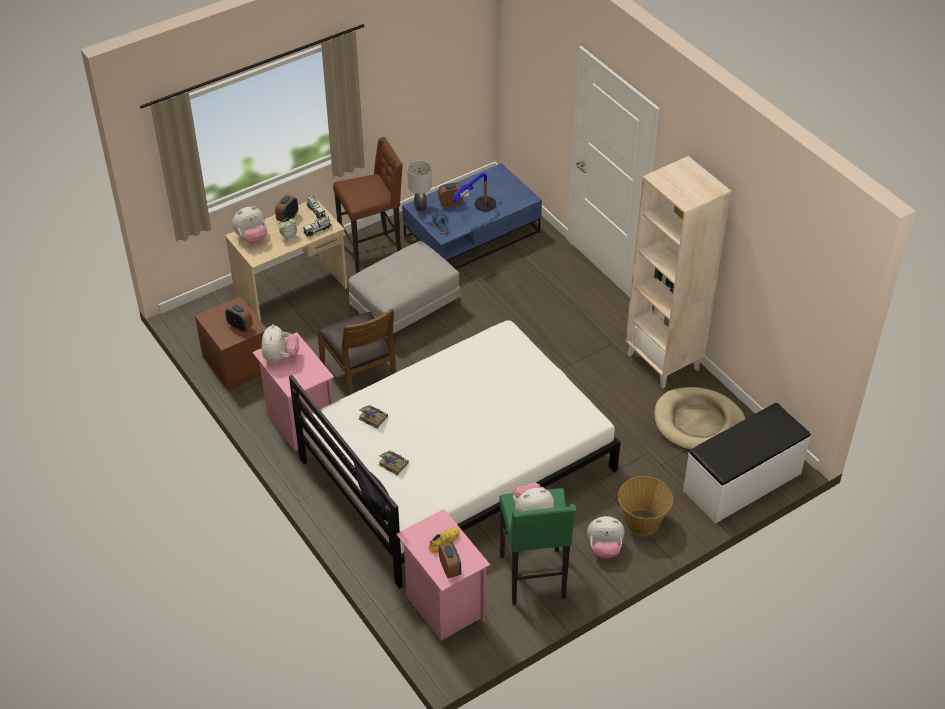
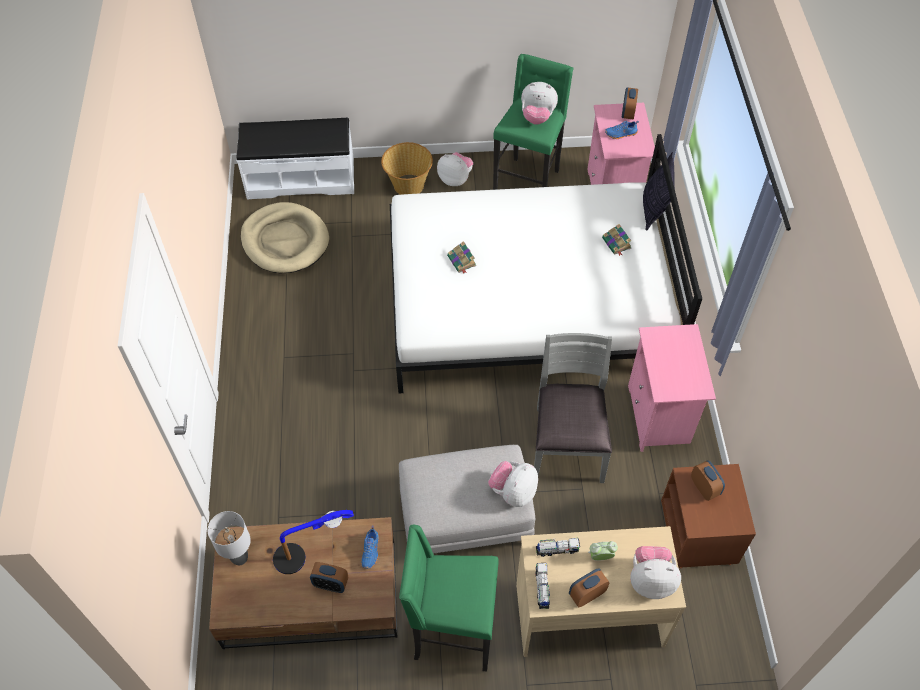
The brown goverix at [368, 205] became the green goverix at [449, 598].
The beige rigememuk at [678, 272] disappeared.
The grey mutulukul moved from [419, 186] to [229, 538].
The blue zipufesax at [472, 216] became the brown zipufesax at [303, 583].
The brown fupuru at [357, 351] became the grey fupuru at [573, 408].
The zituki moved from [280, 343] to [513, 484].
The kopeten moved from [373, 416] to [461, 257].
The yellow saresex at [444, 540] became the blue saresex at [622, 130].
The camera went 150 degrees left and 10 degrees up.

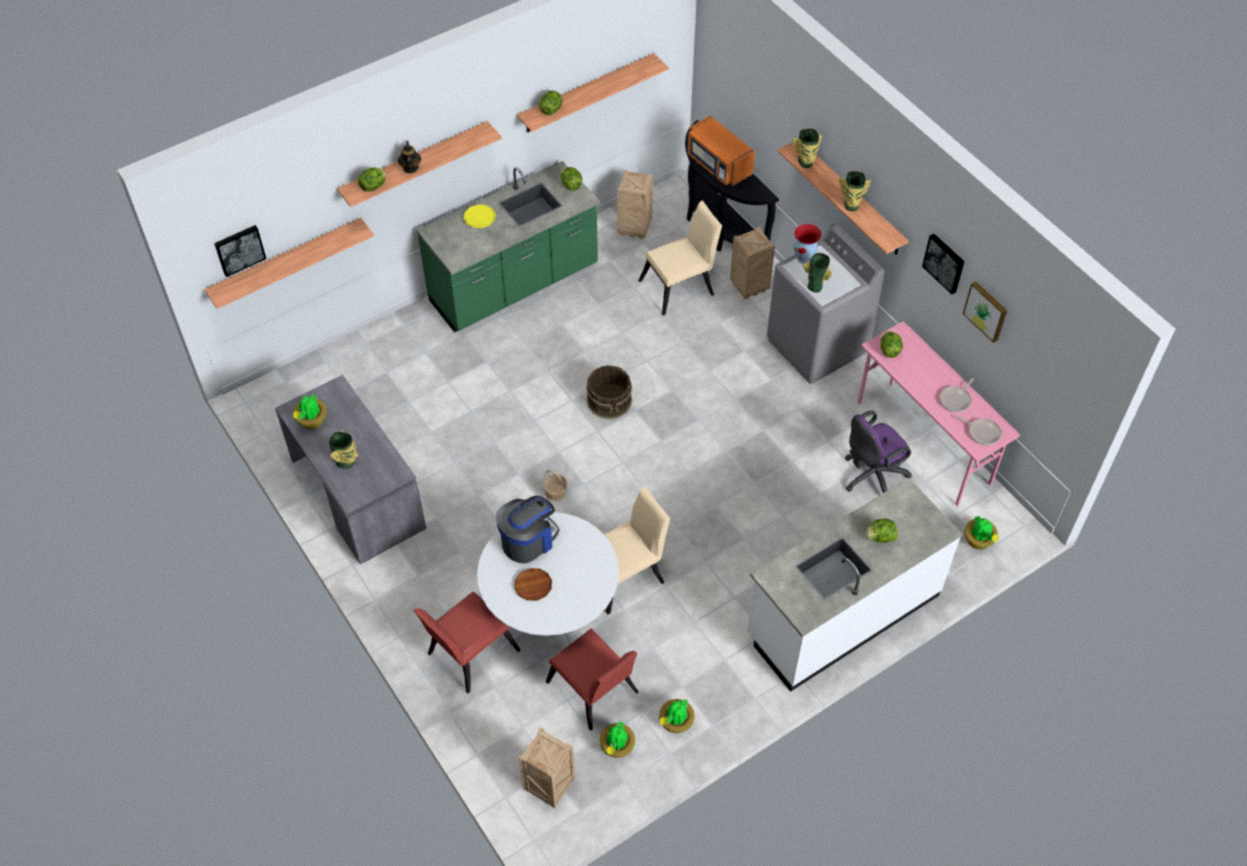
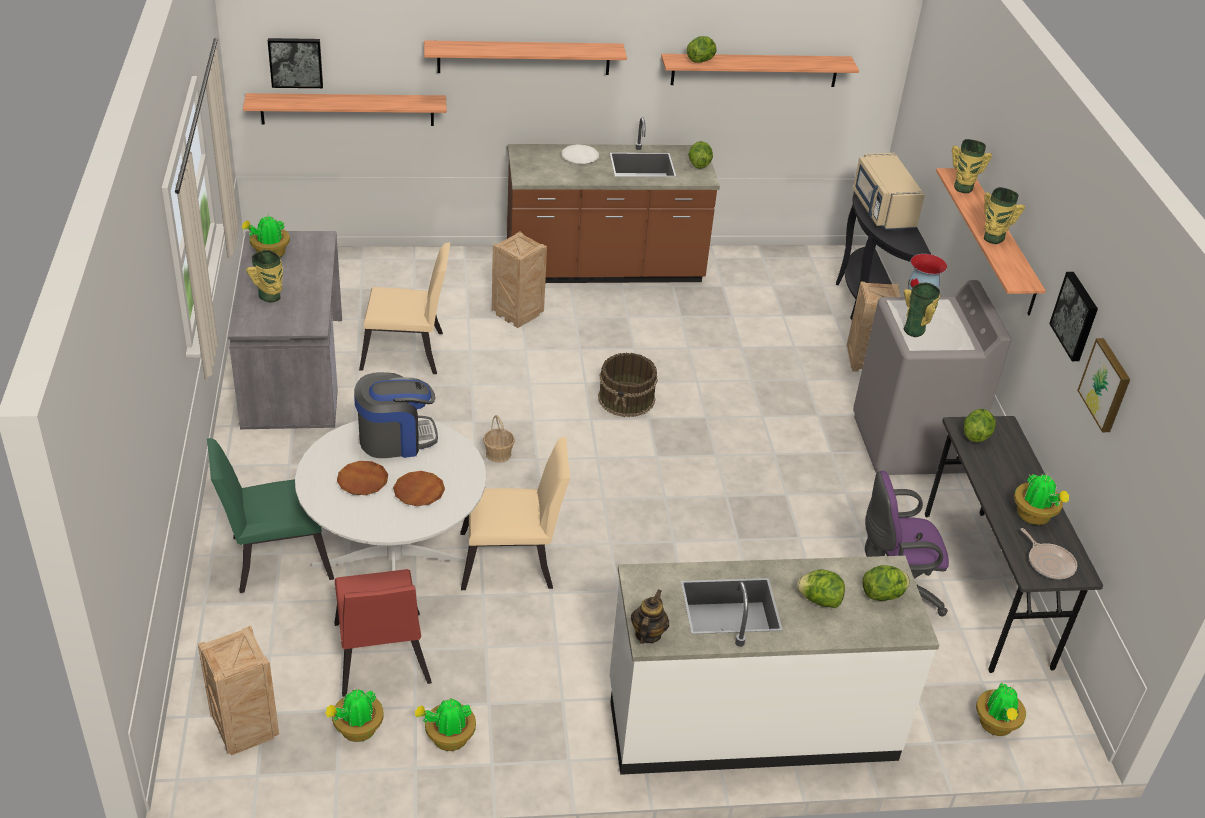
The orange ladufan at [721, 151] became the beige ladufan at [889, 191].
The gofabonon moved from [409, 157] to [650, 616].
The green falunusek at [508, 247] became the brown falunusek at [613, 200].
The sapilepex moved from [372, 180] to [885, 583].
The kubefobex moved from [635, 204] to [519, 279].
The beige fupuru moved from [680, 258] to [404, 308].
The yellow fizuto at [479, 216] became the white fizuto at [580, 154].
The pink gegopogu at [938, 413] became the grey gegopogu at [1014, 544].
The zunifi at [957, 395] was replaced by the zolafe at [1041, 499].
The red fupuru at [466, 642] became the green fupuru at [270, 515].
The brown fizuto at [419, 488] appeared.
The camera went 25 degrees right and 15 degrees down.

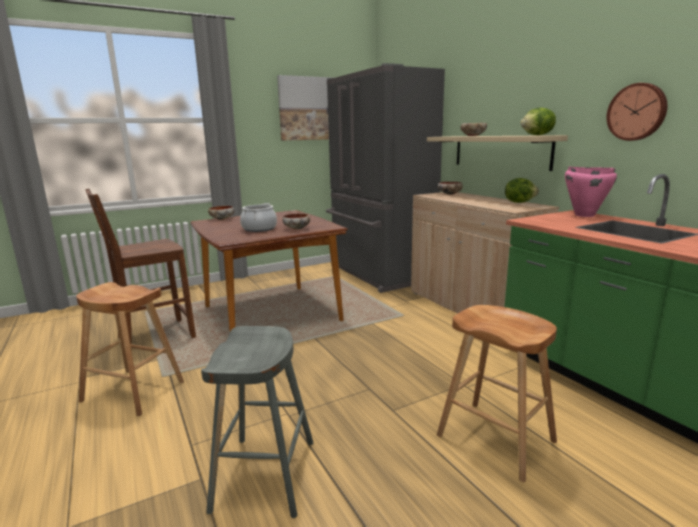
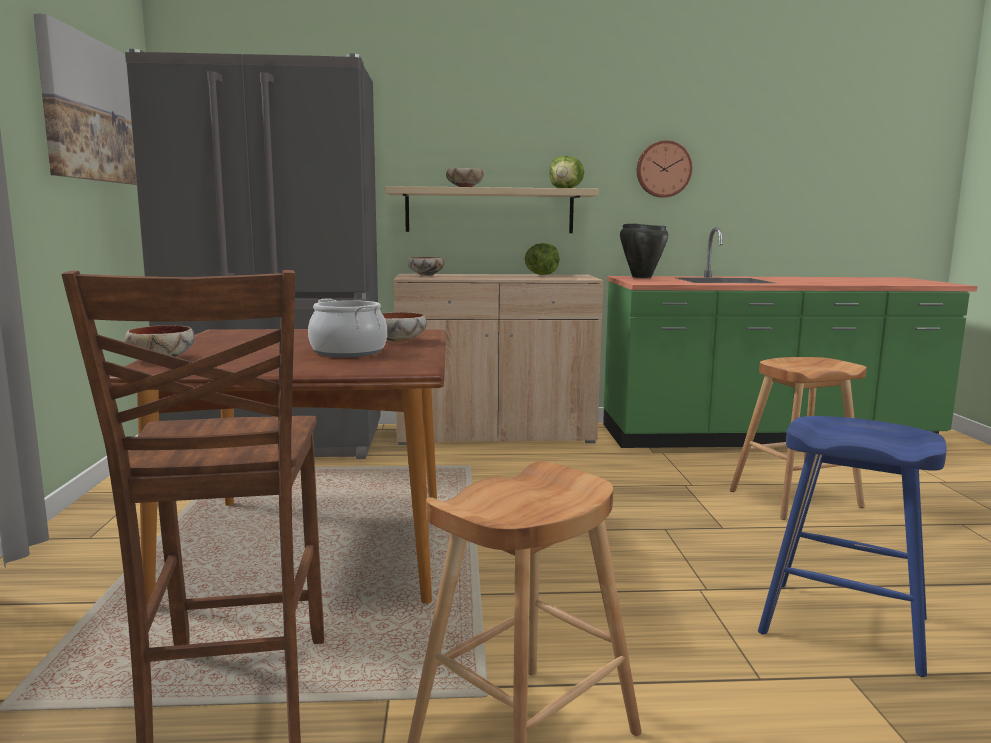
The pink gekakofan at [591, 192] became the black gekakofan at [644, 250].
The grey goverix at [257, 422] became the blue goverix at [852, 546].
The camera went 65 degrees left and 5 degrees down.

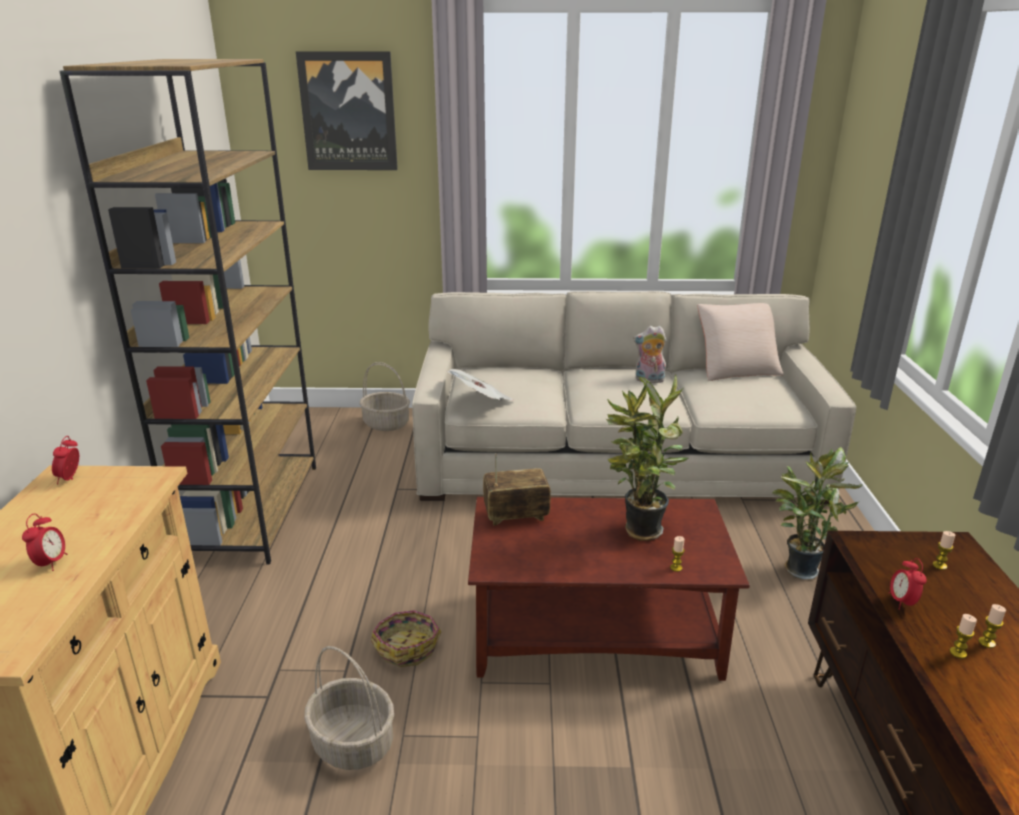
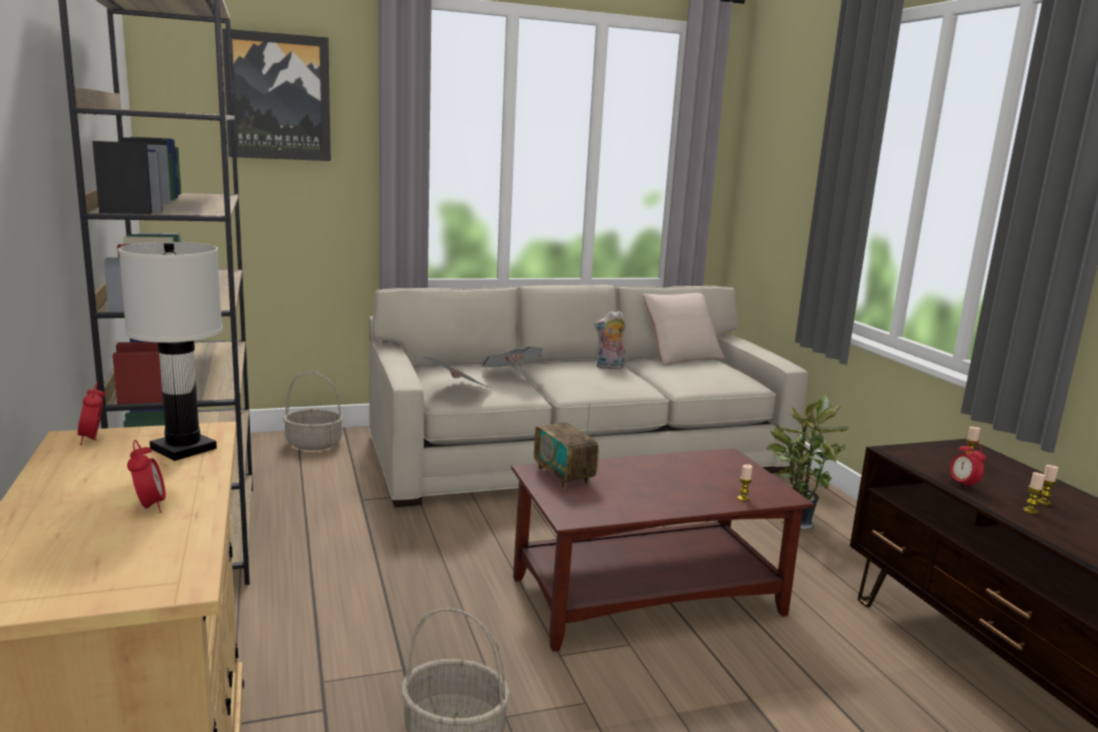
The zolafe at [647, 457] disappeared.
The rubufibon at [517, 489] turned 90 degrees counterclockwise.
The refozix at [406, 638] disappeared.
The white mutulukul at [170, 351] appeared.
The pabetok at [512, 357] appeared.
The camera went 20 degrees left and 10 degrees down.

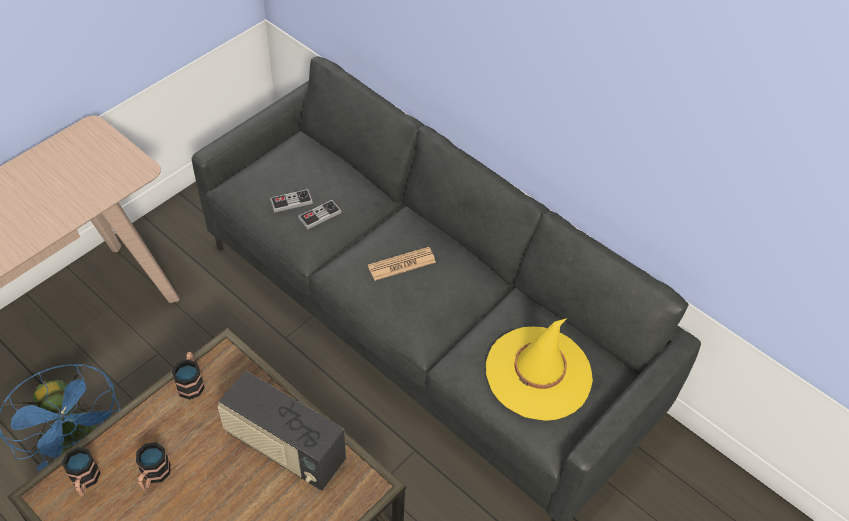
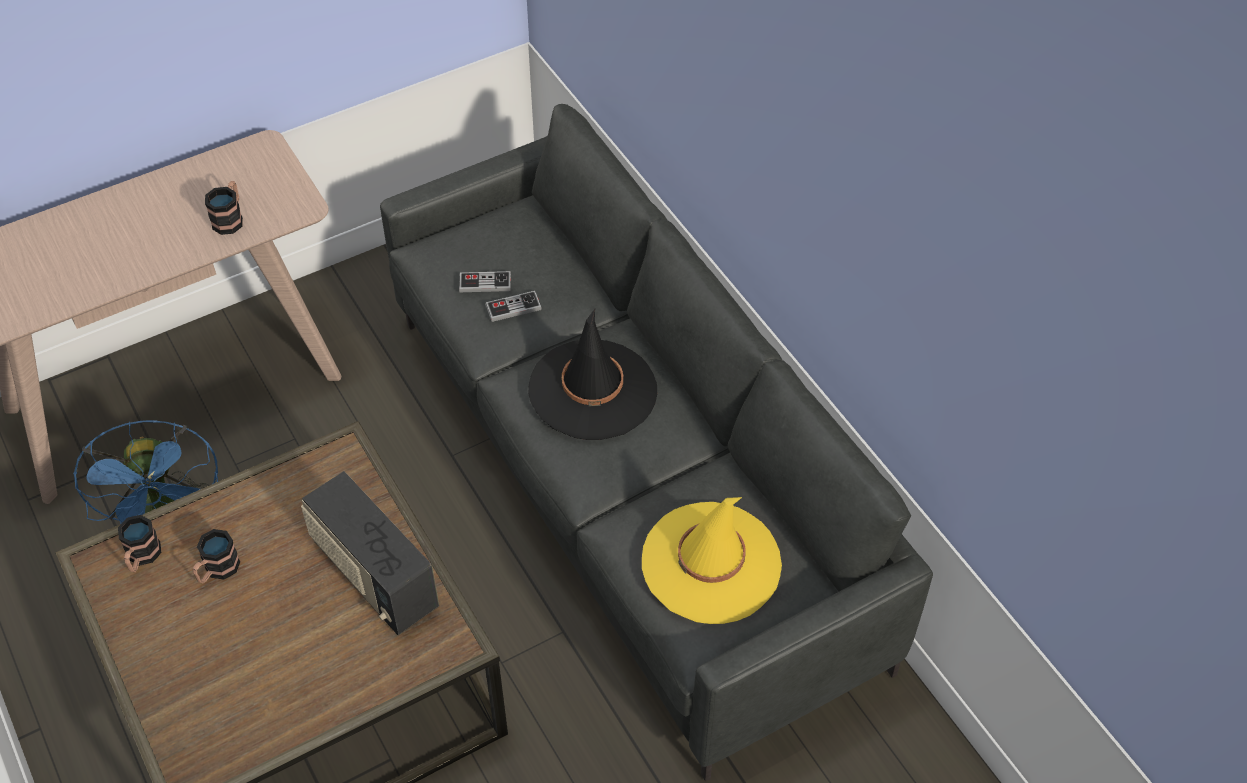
The pabetok at [402, 264] was replaced by the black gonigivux at [592, 374].
The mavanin moved from [188, 376] to [224, 208].
The camera went 20 degrees right and 0 degrees up.

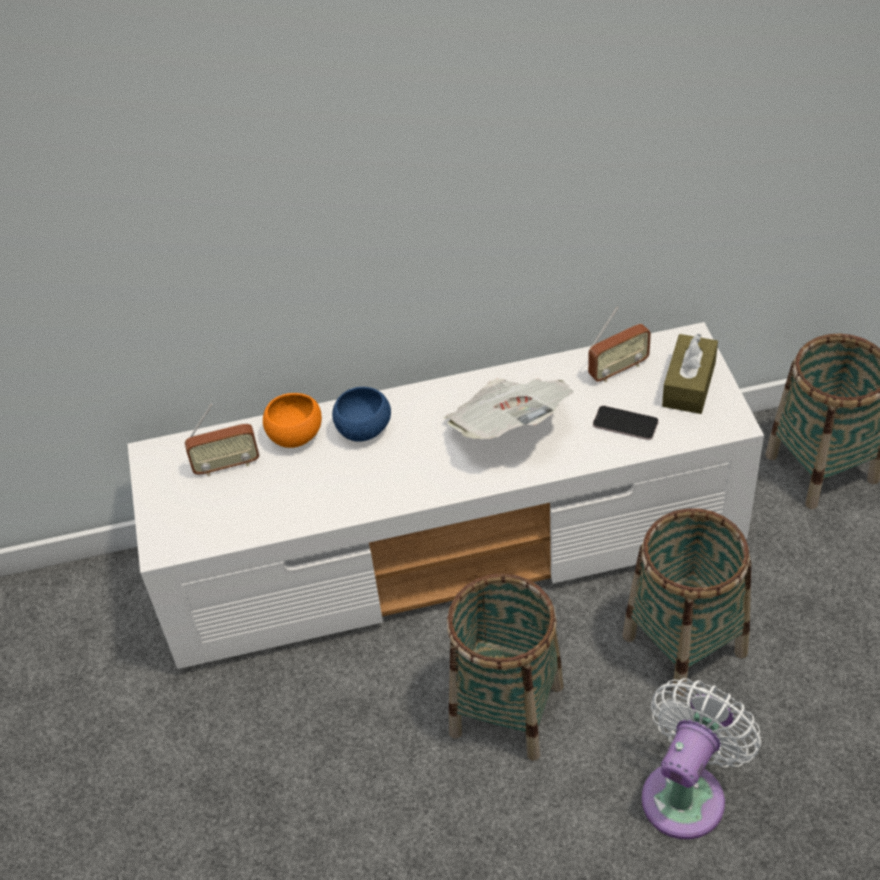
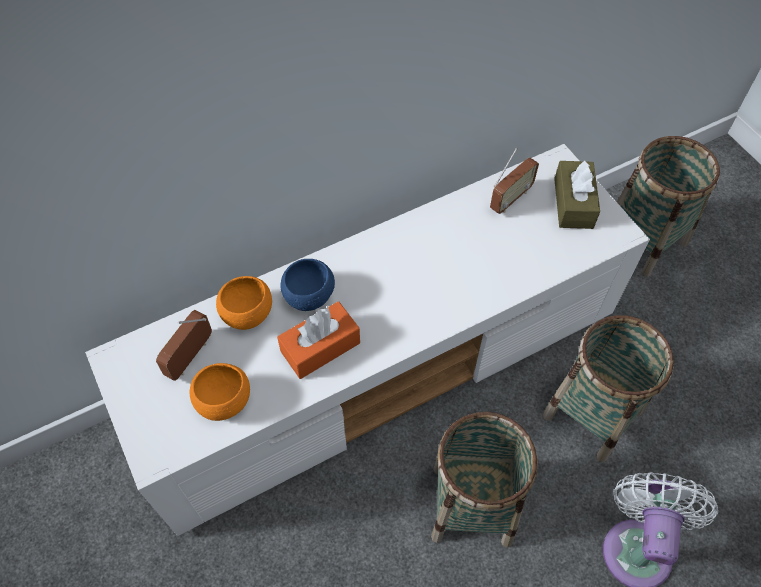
The pabetok at [509, 408] disappeared.
The rubufibon at [222, 439] turned 150 degrees clockwise.
The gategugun at [626, 422] disappeared.
The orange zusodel at [318, 340] appeared.
The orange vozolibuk at [220, 392] appeared.
The camera went 20 degrees left and 10 degrees up.

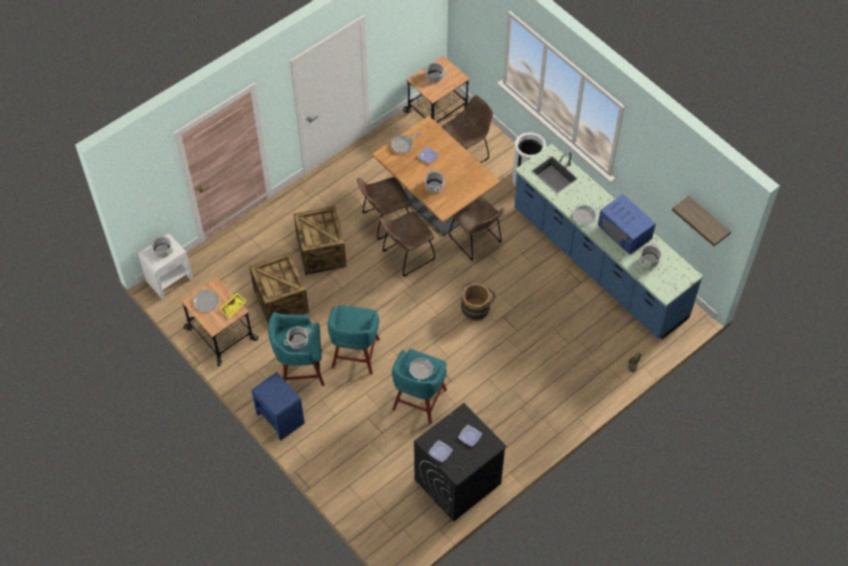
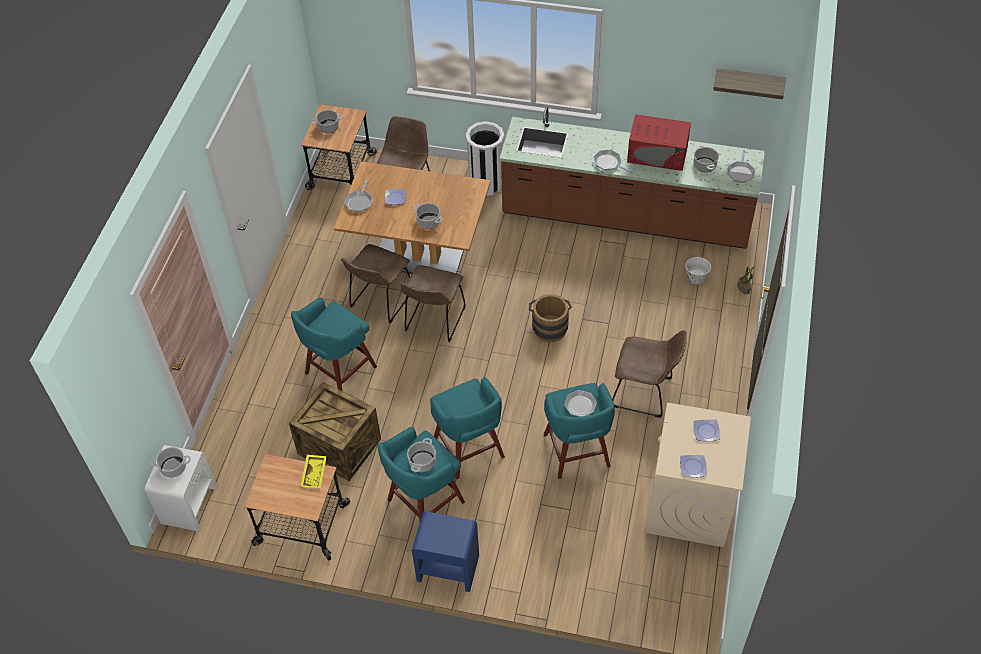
The blue falunusek at [608, 241] became the brown falunusek at [632, 178].
The blue ladufan at [627, 224] became the red ladufan at [659, 142].
The brown fupuru moved from [476, 229] to [649, 374].
The kubefobex at [320, 240] was replaced by the turquoise goverix at [334, 344].
The fizuto at [206, 301] disappeared.
The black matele at [460, 462] became the beige matele at [698, 475].
The zunifi at [741, 166] appeared.
The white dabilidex at [698, 269] appeared.
The camera went 35 degrees left and 5 degrees down.

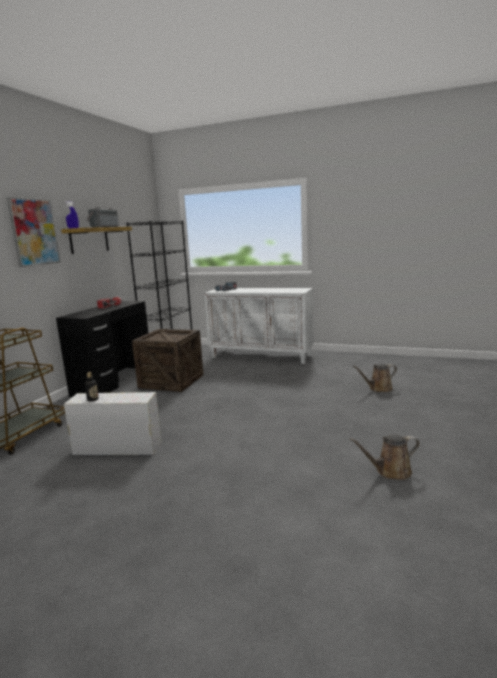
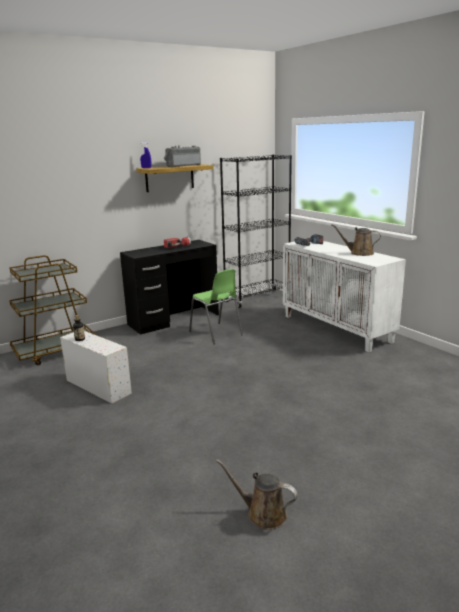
The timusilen at [34, 232] disappeared.
The kubefobex at [167, 360] was replaced by the green fupuru at [216, 306].
The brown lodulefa moved from [375, 378] to [356, 240].
The camera went 35 degrees right and 5 degrees up.

